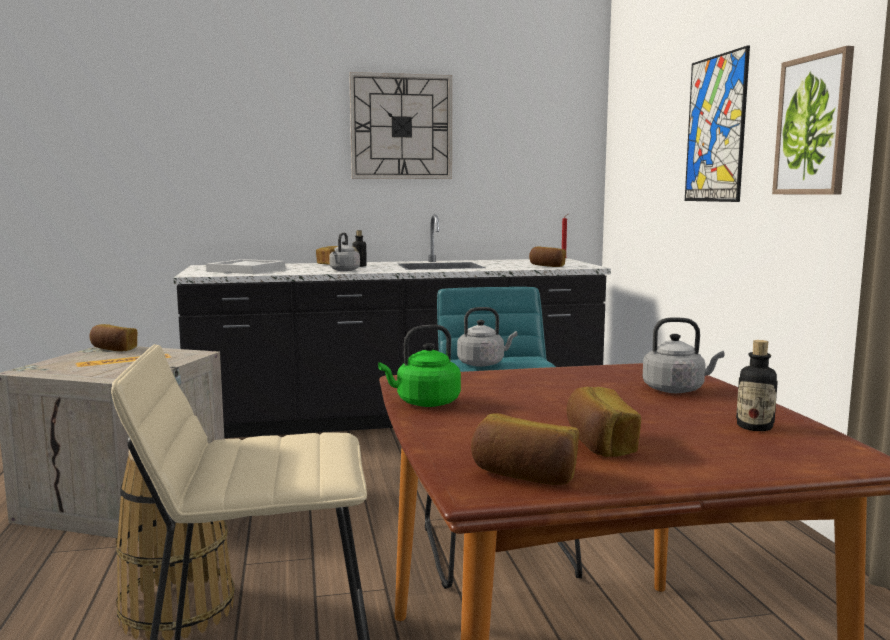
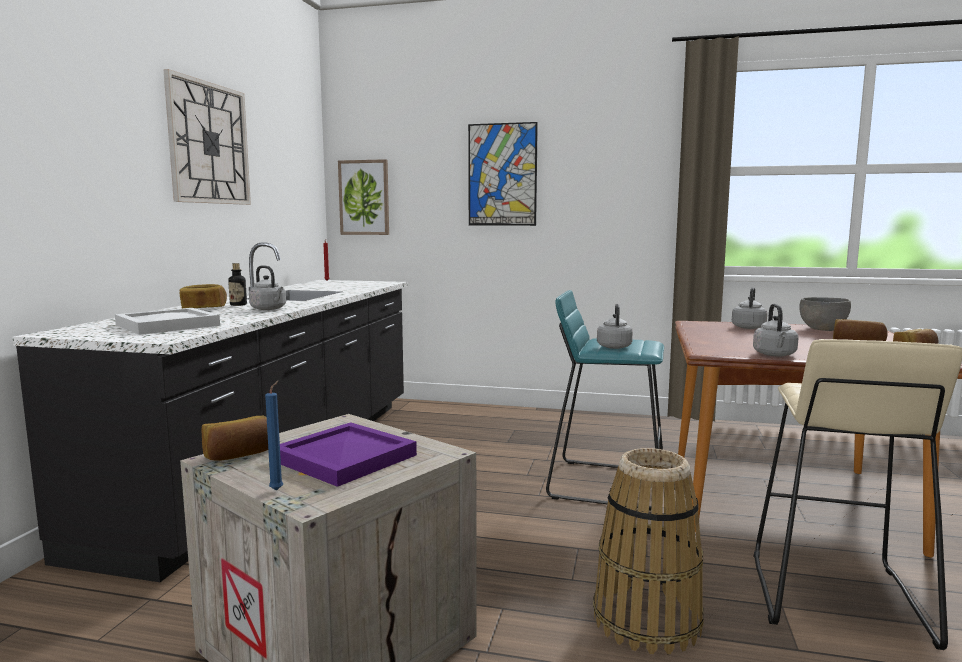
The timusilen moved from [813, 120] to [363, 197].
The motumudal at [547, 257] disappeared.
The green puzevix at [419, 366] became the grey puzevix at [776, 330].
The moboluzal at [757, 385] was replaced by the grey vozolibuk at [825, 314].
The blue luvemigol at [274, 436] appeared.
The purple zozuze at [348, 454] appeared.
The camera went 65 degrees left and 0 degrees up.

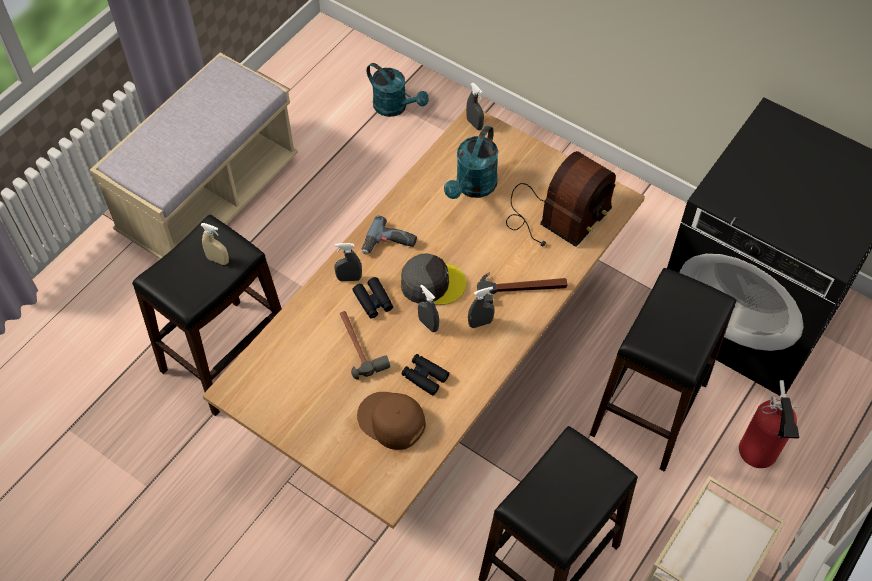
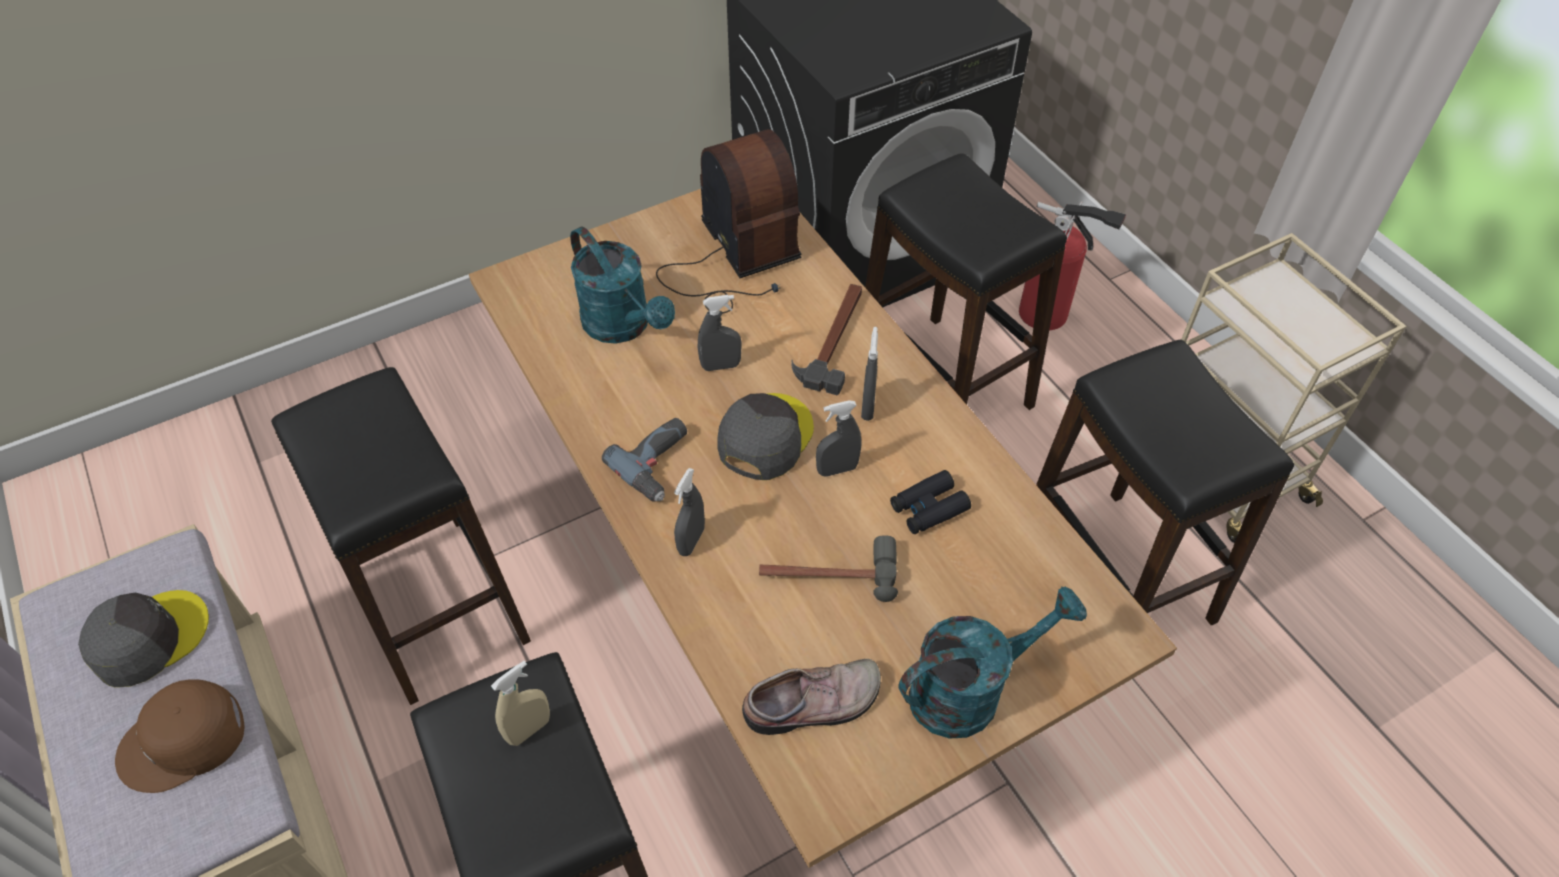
The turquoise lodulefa moved from [398, 90] to [993, 662].
The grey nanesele moved from [475, 106] to [720, 333].
The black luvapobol at [373, 297] disappeared.
The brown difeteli moved from [391, 421] to [180, 736].
The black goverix at [401, 536] appeared.
The grey difeteli at [143, 638] appeared.
The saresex at [811, 697] appeared.
The camera went 65 degrees left and 5 degrees down.

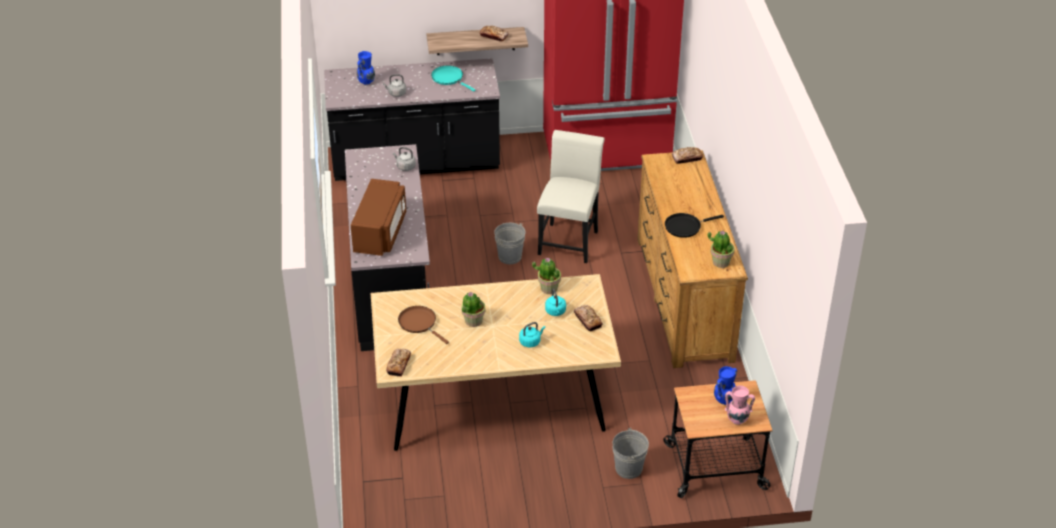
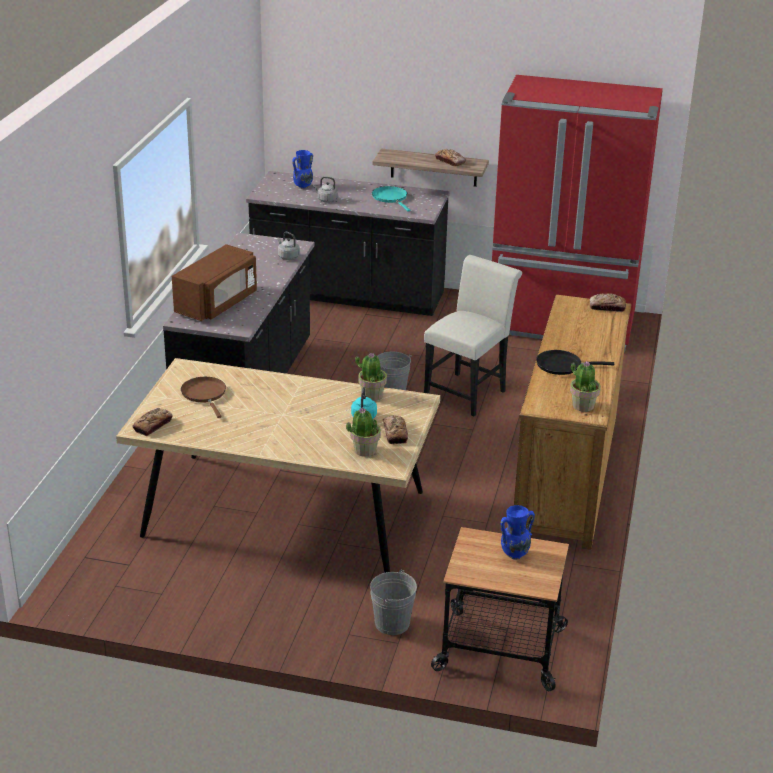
The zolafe moved from [473, 309] to [363, 432].
The turquoise puzevix at [532, 335] disappeared.
The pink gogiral at [740, 405] disappeared.
The camera went 20 degrees right and 10 degrees down.

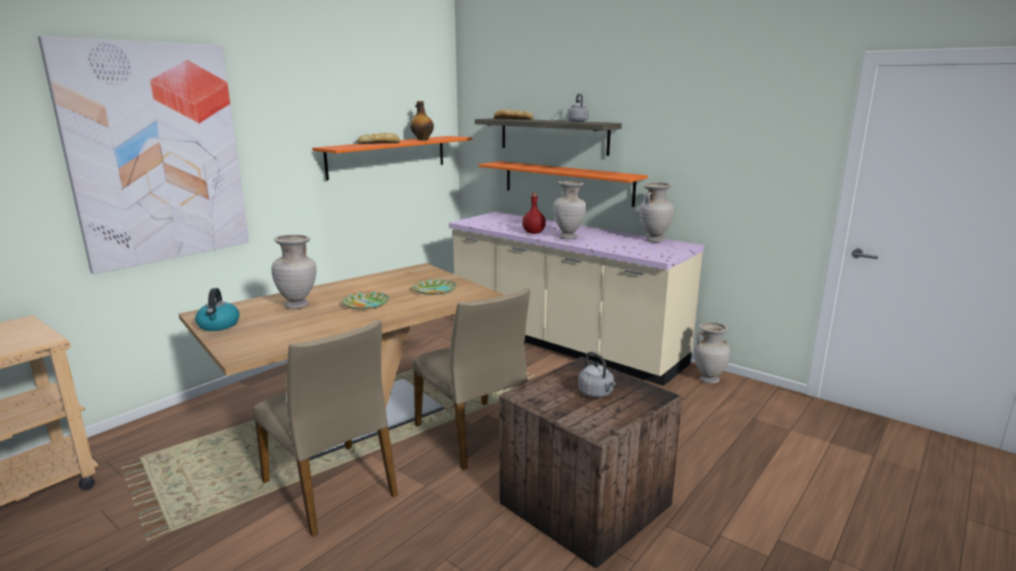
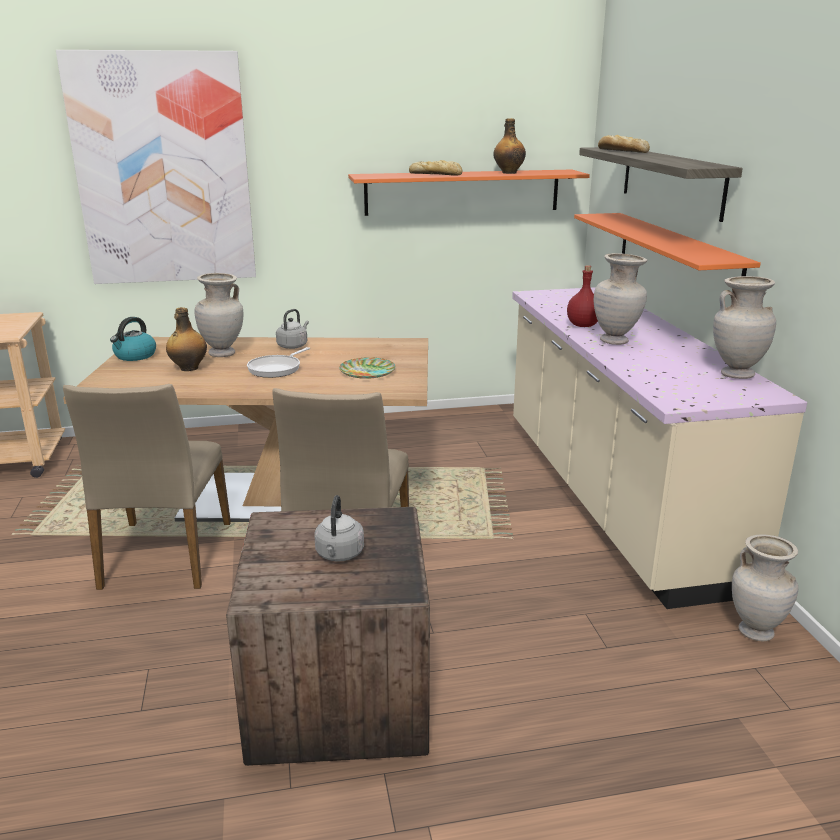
The grey puzevix moved from [578, 108] to [292, 329].
The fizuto at [365, 300] was replaced by the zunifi at [278, 362].
The moboluzal at [186, 339] appeared.
The camera went 40 degrees right and 5 degrees up.

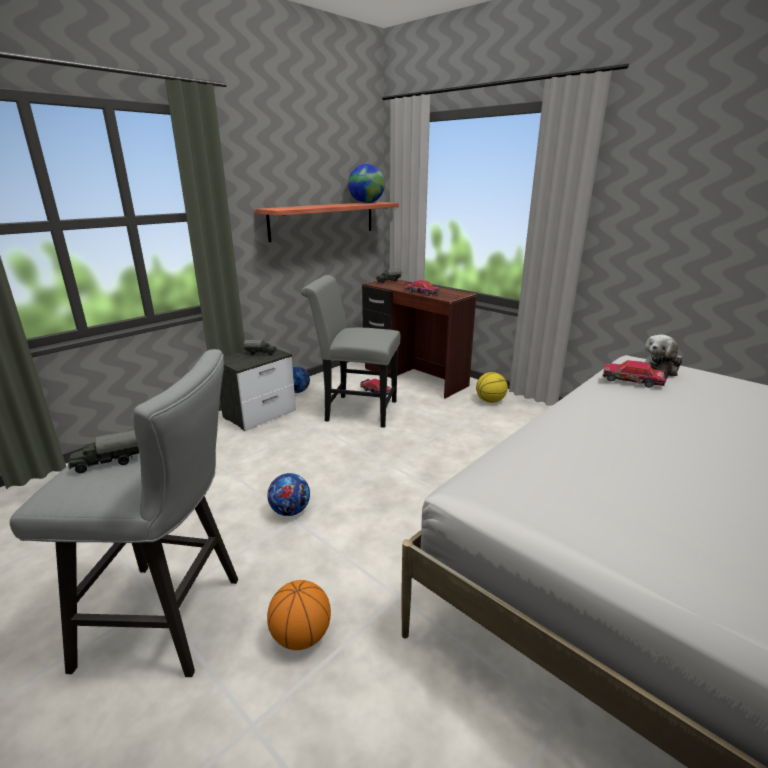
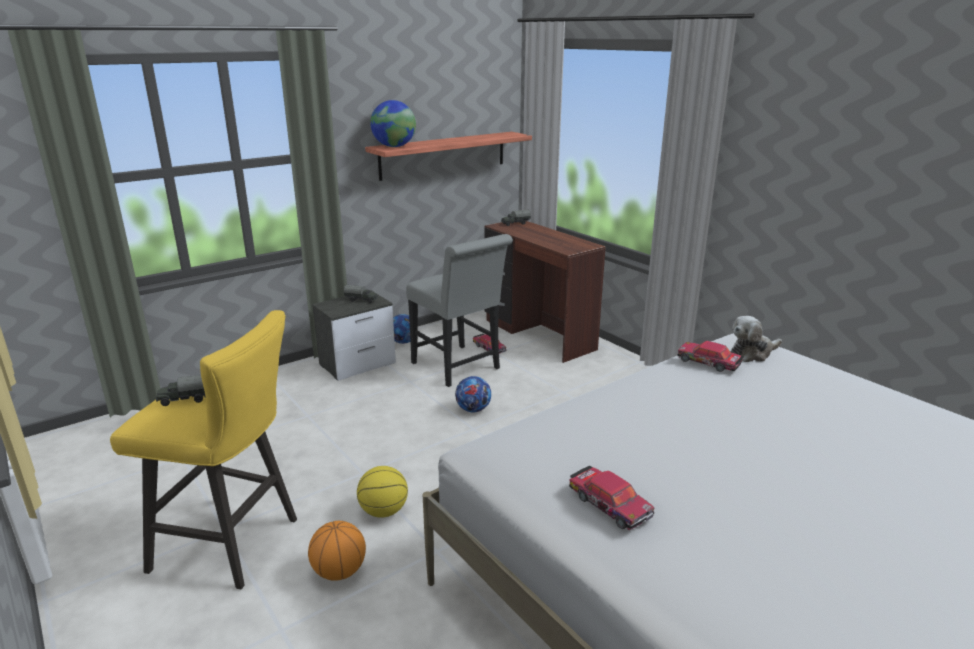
The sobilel moved from [366, 184] to [393, 123].
The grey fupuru at [350, 351] turned 150 degrees counterclockwise.
The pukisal moved from [422, 288] to [612, 498].
The grey goverix at [124, 513] became the yellow goverix at [203, 449].
The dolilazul moved from [492, 387] to [382, 492].
The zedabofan moved from [288, 494] to [473, 394].
The camera went 10 degrees right and 0 degrees up.

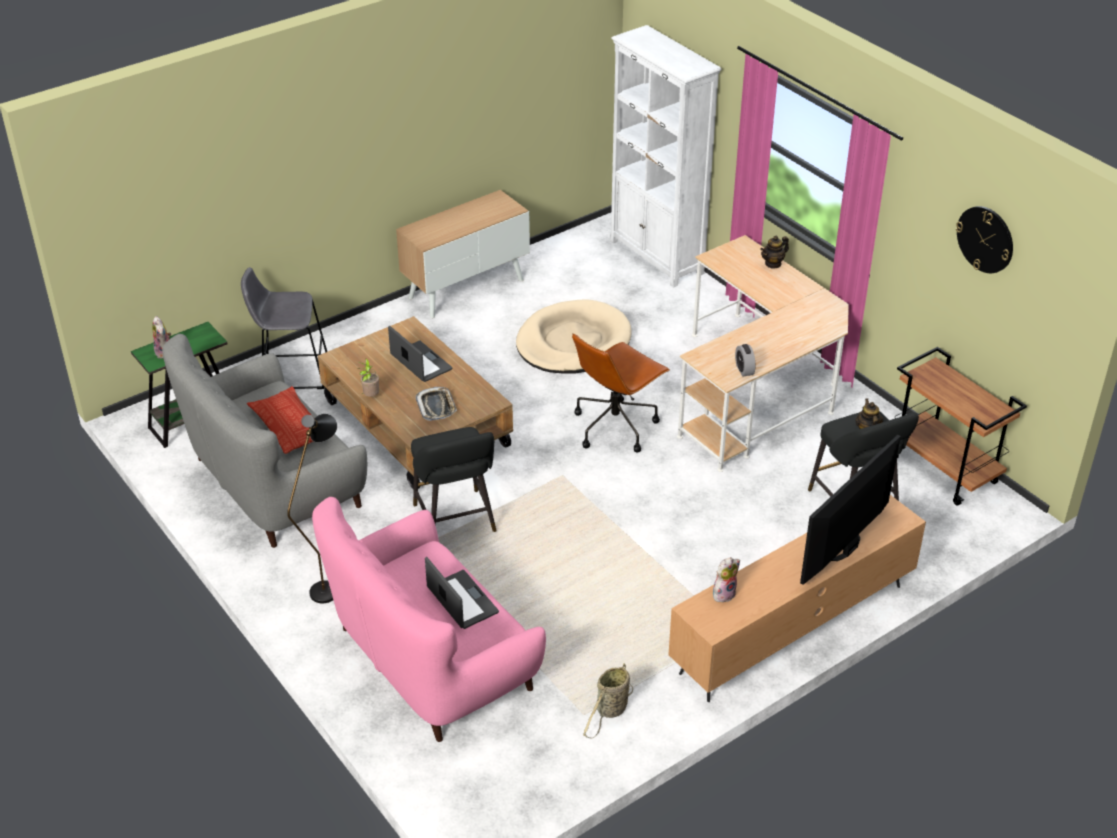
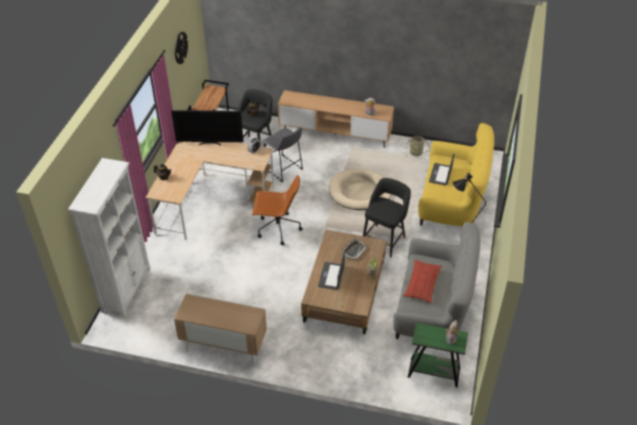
The grey goverix moved from [284, 328] to [283, 154].
The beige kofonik moved from [574, 337] to [360, 189].
The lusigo moved from [850, 510] to [207, 127].
The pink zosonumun at [429, 619] became the yellow zosonumun at [456, 175].
The camera went 130 degrees left and 5 degrees up.

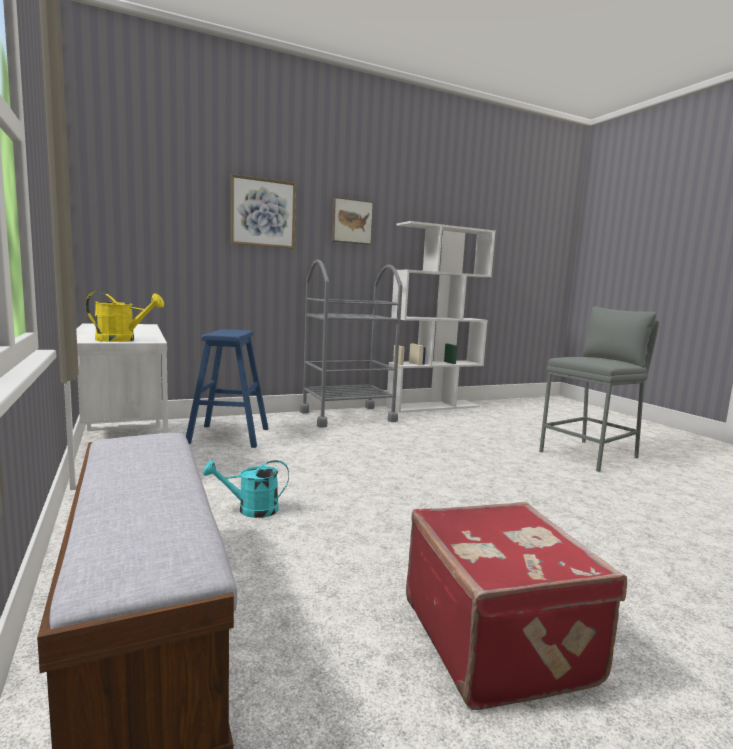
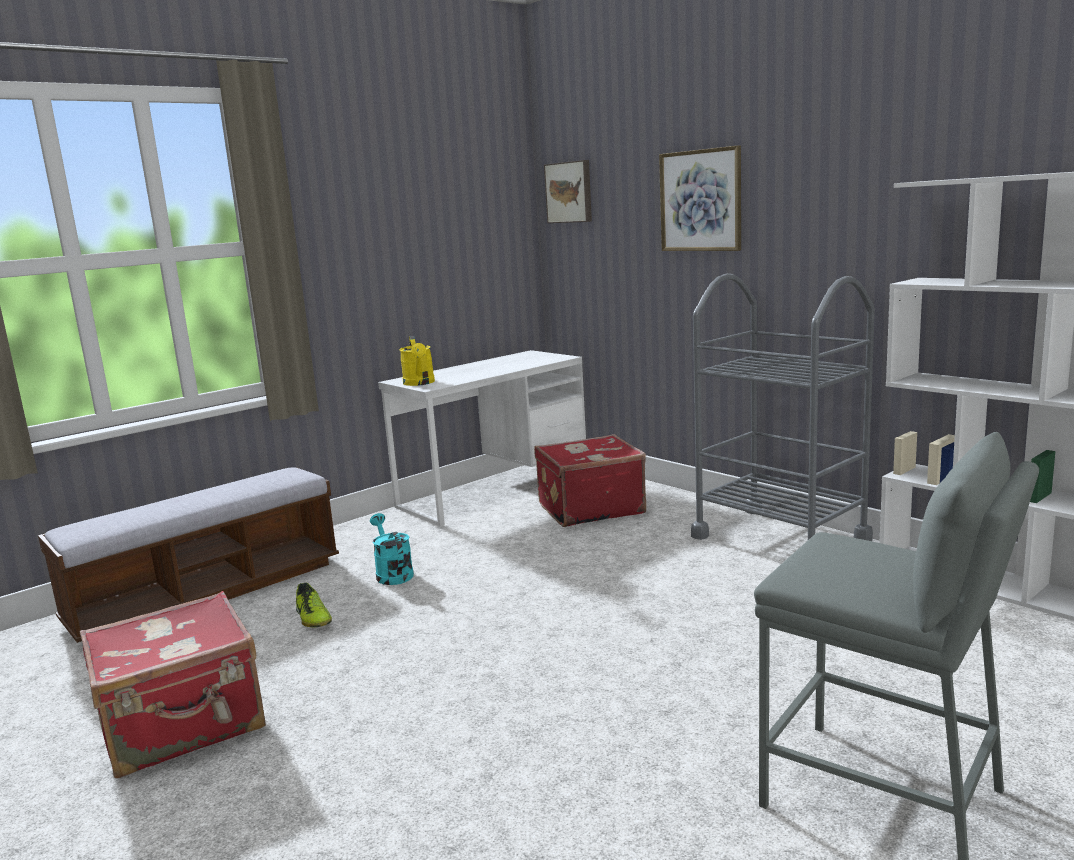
The timusilen moved from [352, 221] to [568, 191].
The blue goverix at [227, 388] was replaced by the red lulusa at [590, 480].
The saresex at [314, 604] appeared.
The camera went 75 degrees right and 5 degrees up.

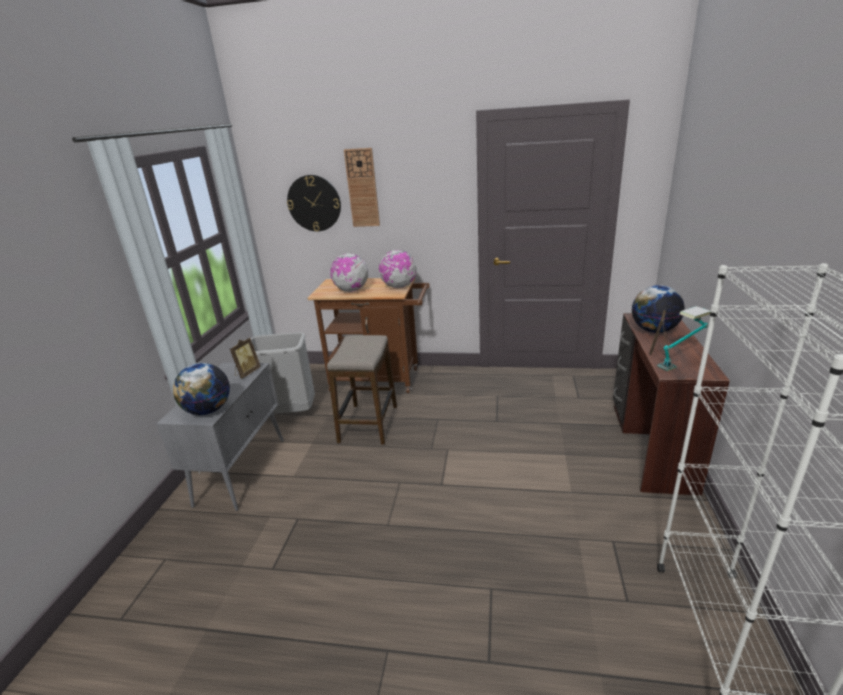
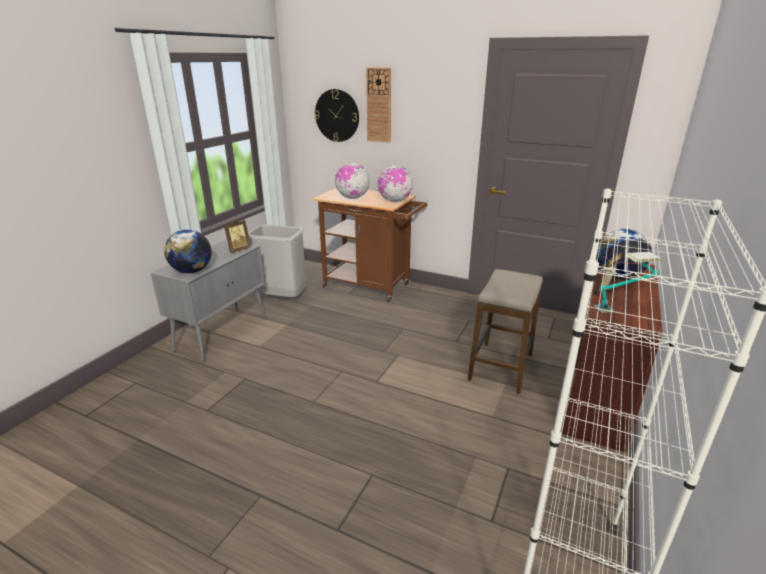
The goverix moved from [362, 390] to [505, 331].
The camera went 15 degrees right and 0 degrees up.

